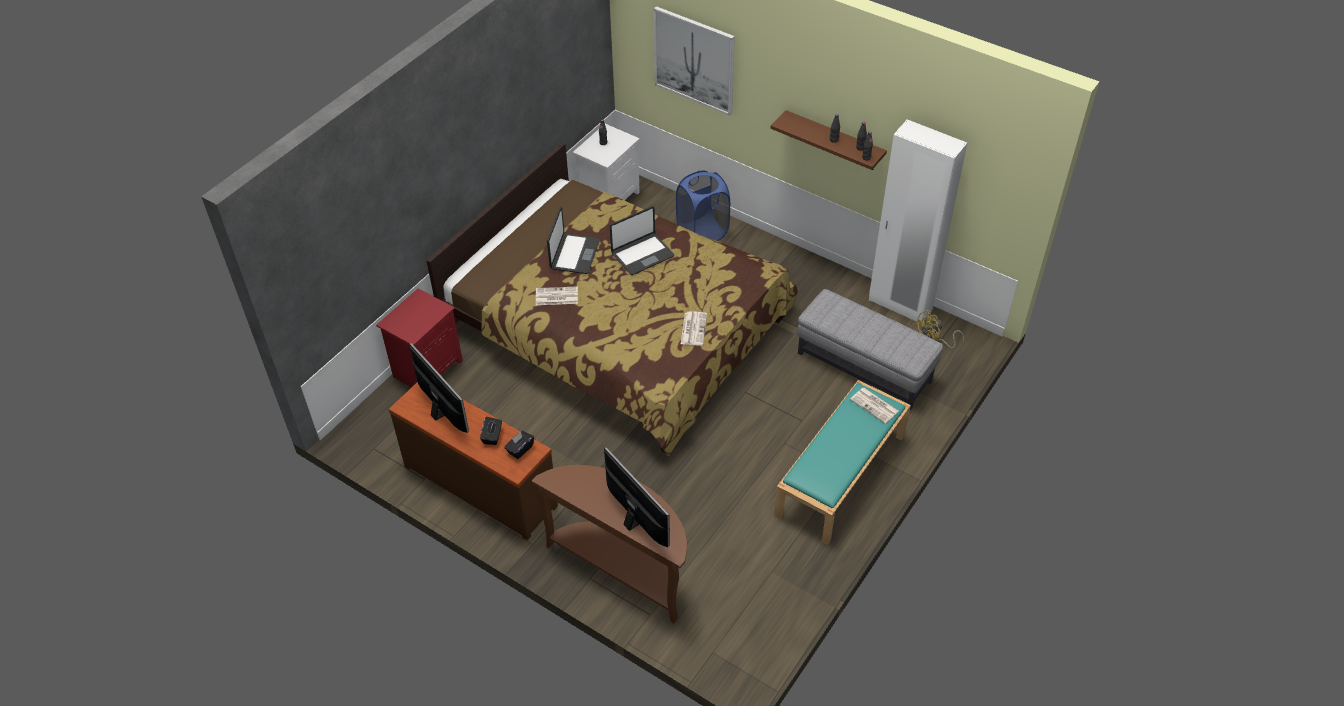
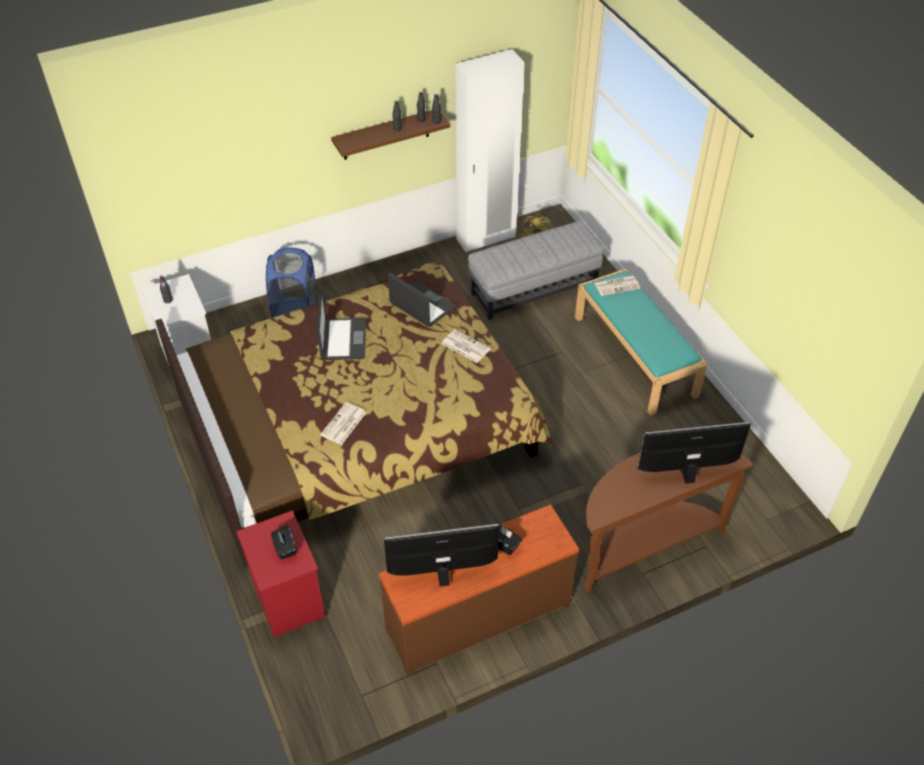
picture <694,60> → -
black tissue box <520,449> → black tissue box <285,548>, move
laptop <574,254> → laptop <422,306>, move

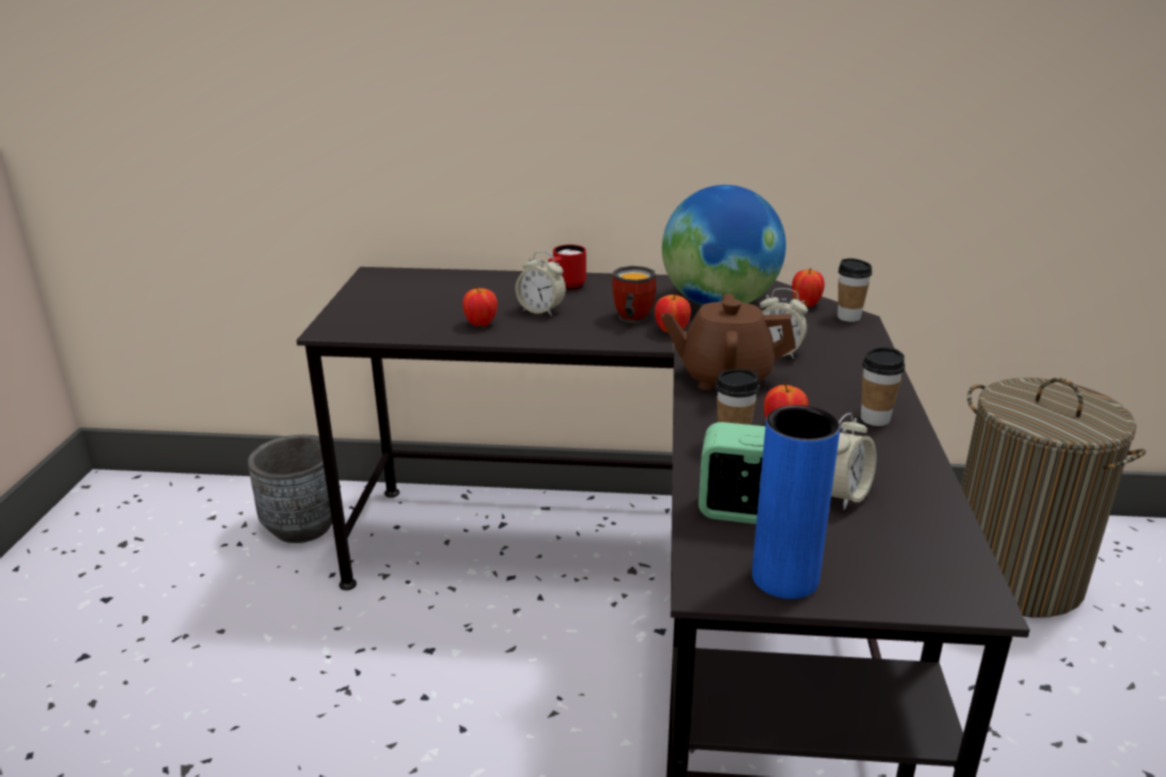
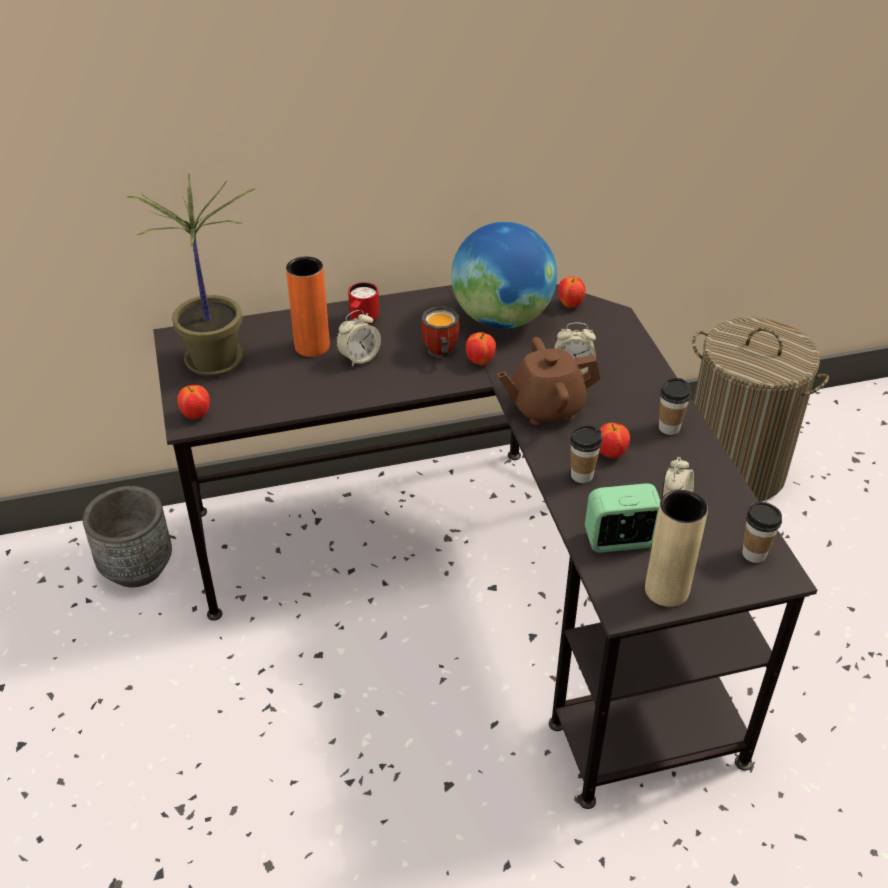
- → potted plant <213,359>
- → orange vase <312,346>
apple <481,324> → apple <196,415>, move
cup <849,317> → cup <754,554>, move
blue vase <785,578> → beige vase <666,590>
alarm clock <541,311> → alarm clock <359,358>, 45 degrees counterclockwise

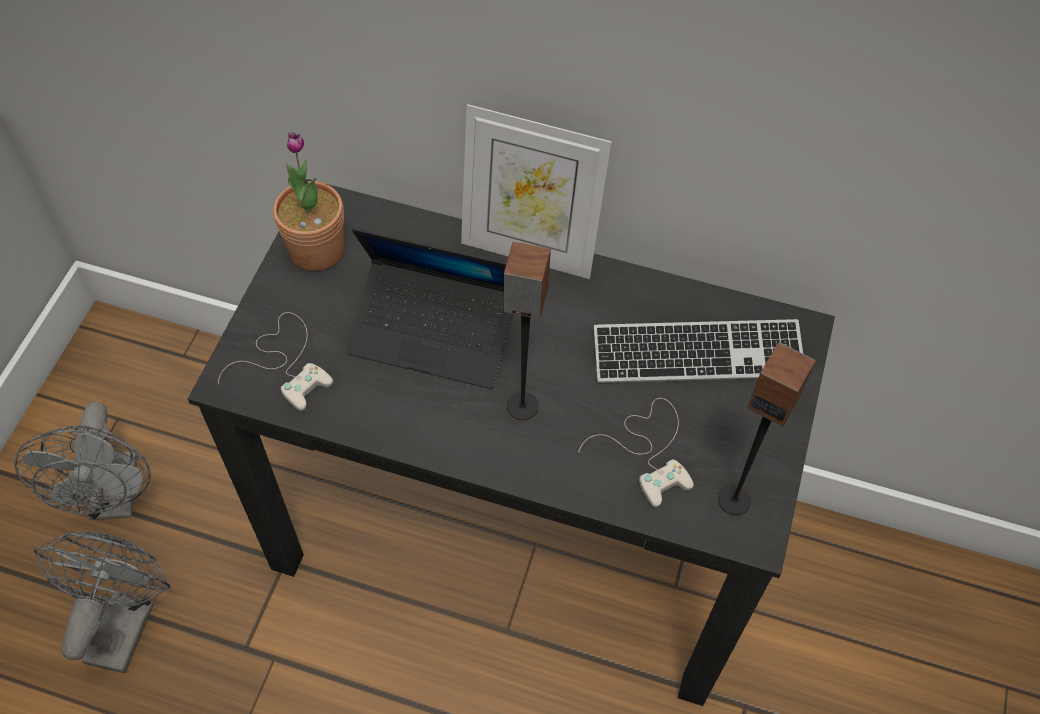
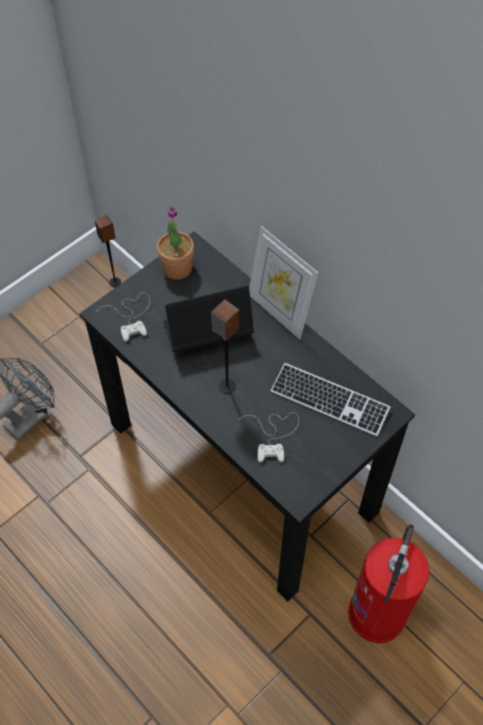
grey fan <115,499> → -
- → fire extinguisher <378,612>
speaker <734,499> → speaker <115,282>, move
laptop <434,333> → laptop <207,332>, 120 degrees clockwise

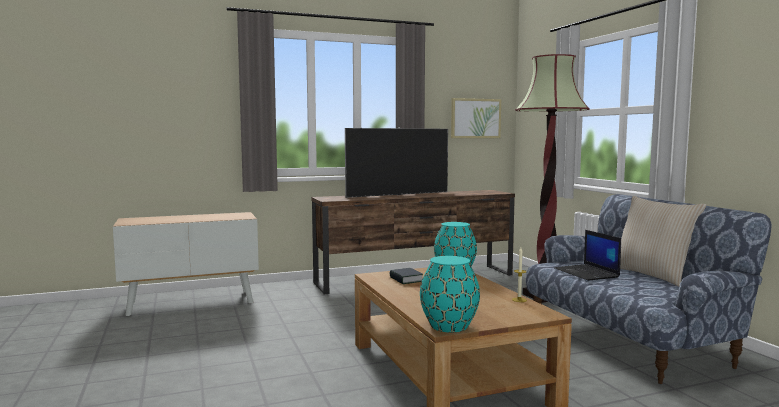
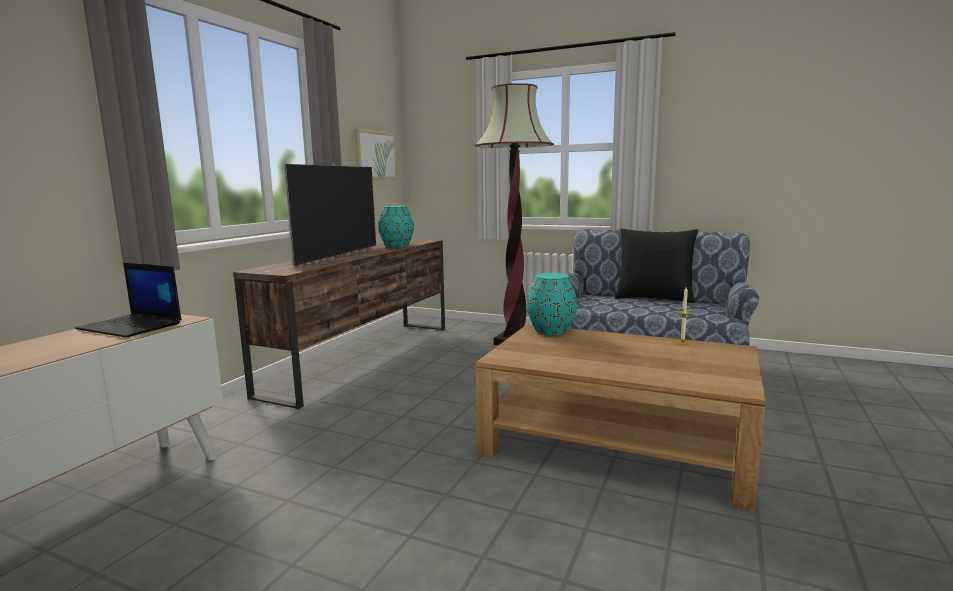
book <406,279> → -
turquoise vase <449,326> → turquoise vase <397,246>, move
laptop <587,273> → laptop <132,326>, move
beige pillow <652,275> → black pillow <654,298>

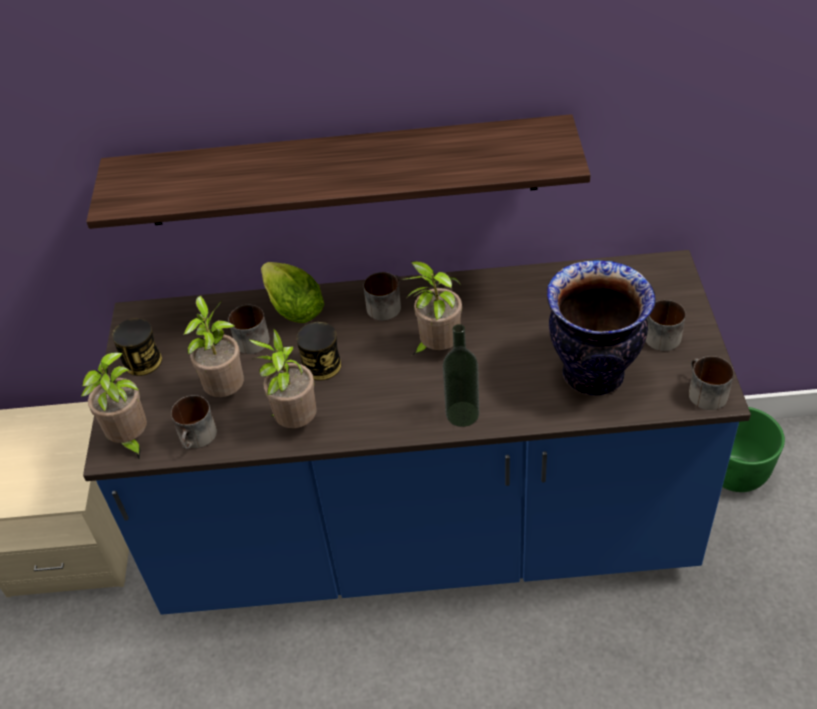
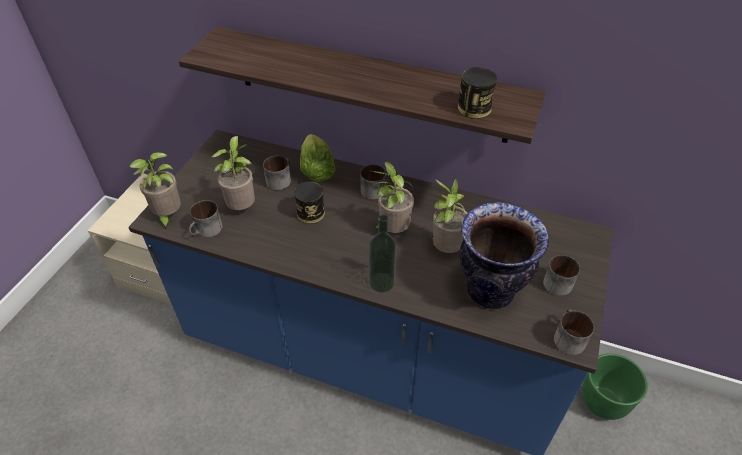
can <142,361> → can <474,108>, move
potted plant <295,422> → potted plant <445,249>, move

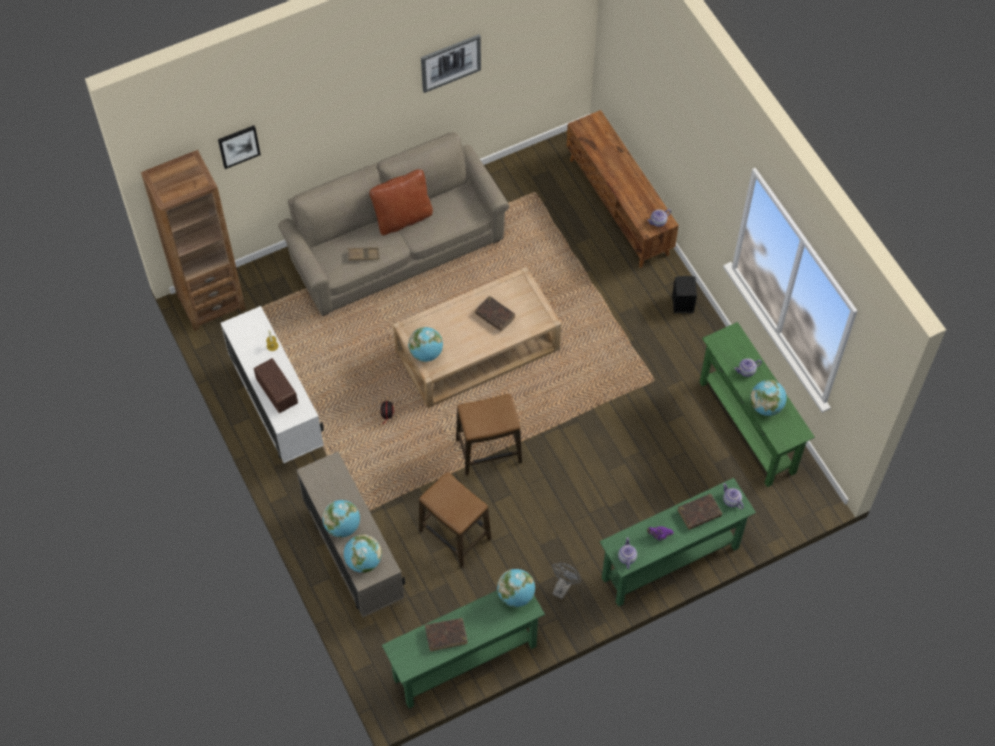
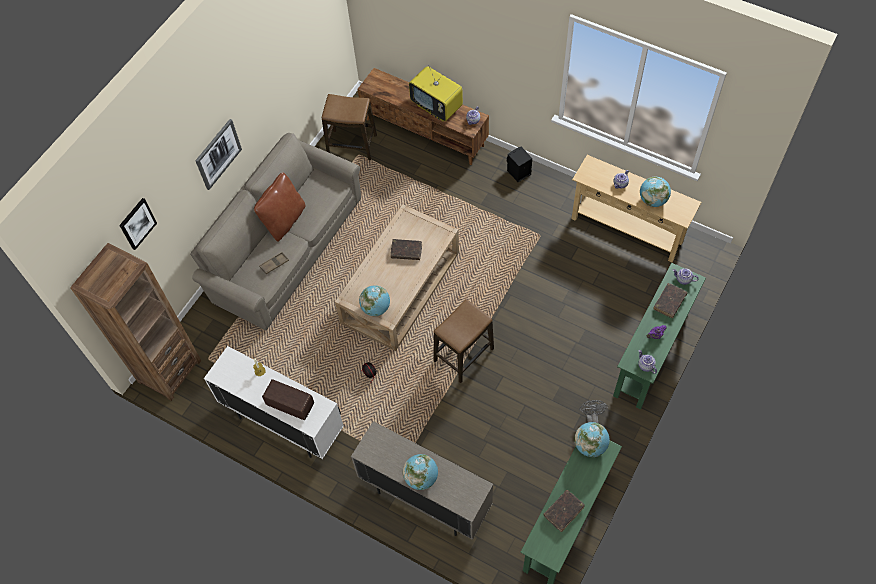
globe <363,561> → -
- → television <437,107>
stool <454,535> → stool <352,145>, move
picture <450,62> → picture <218,154>, move
green console table <747,427> → beige console table <627,230>

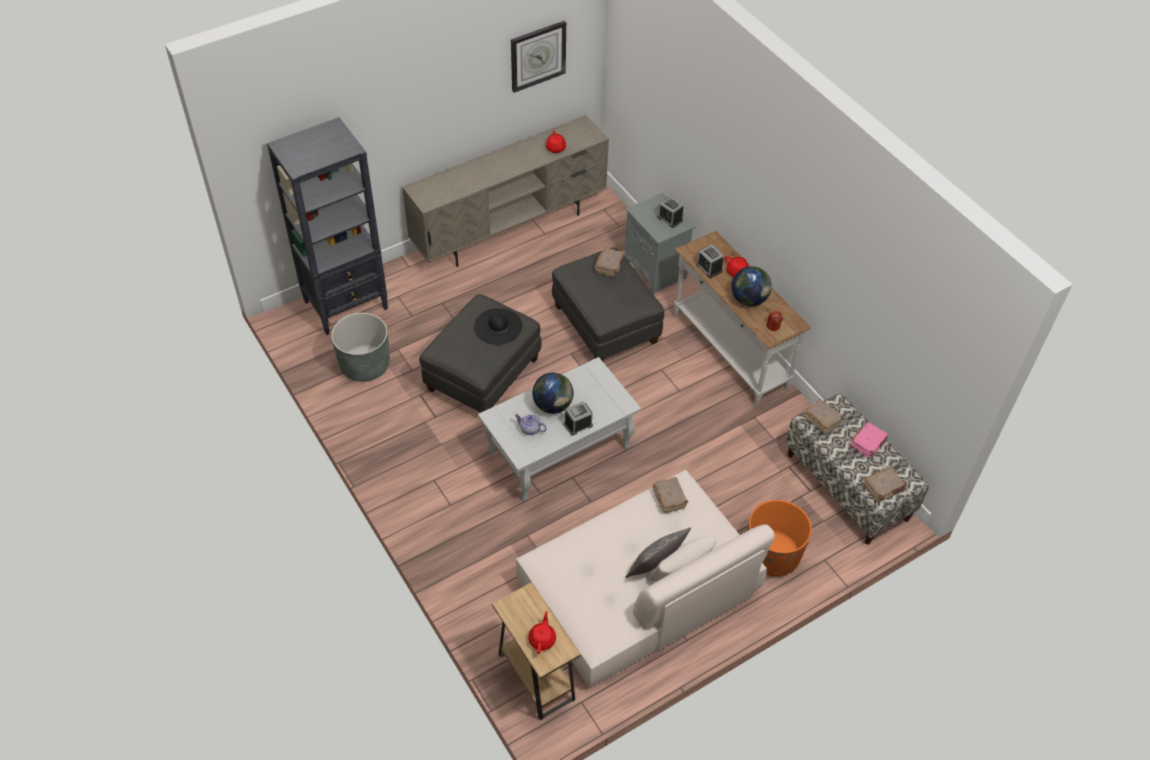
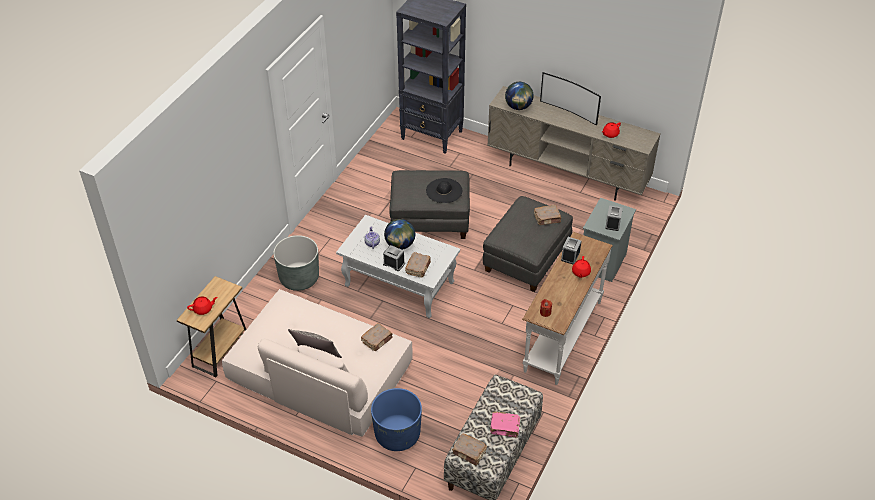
wall clock <537,56> → -
- → television <569,111>
grey planter <365,365> → grey planter <299,278>, move
globe <749,299> → globe <518,107>, move
brown book <821,420> → brown book <418,268>, move
orange planter <772,555> → blue planter <397,434>

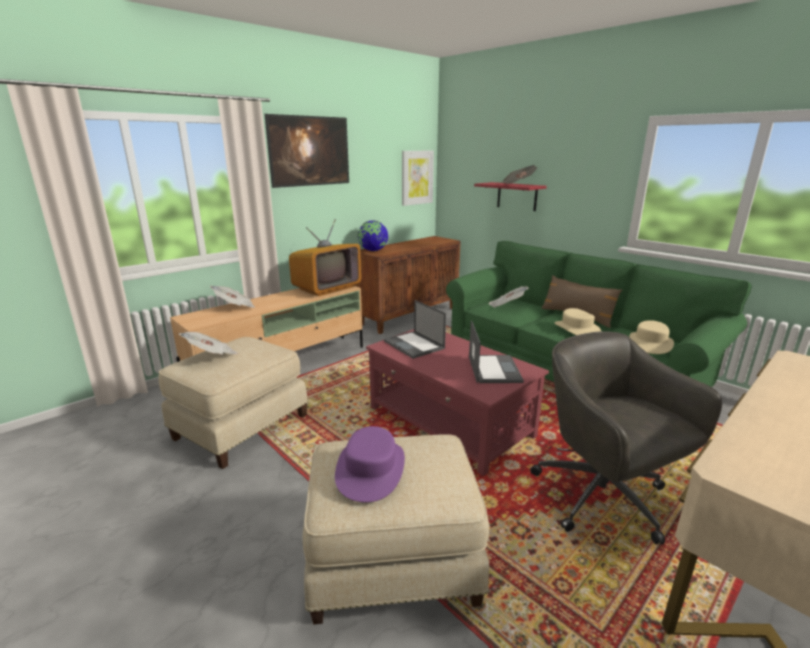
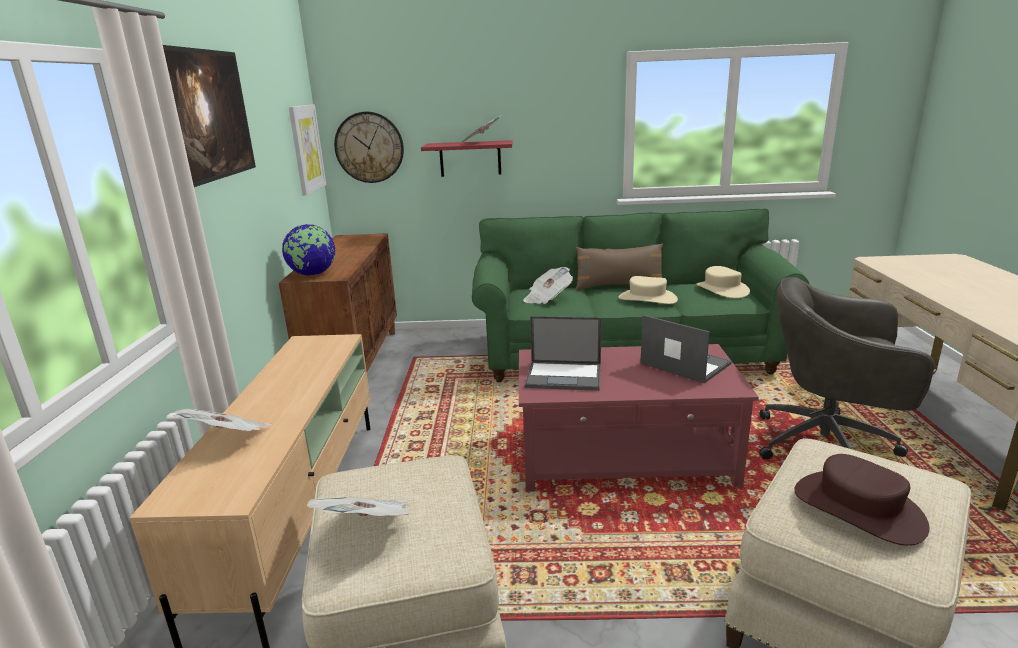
television <327,288> → -
- → wall clock <369,147>
purple hat <371,469> → brown hat <858,508>

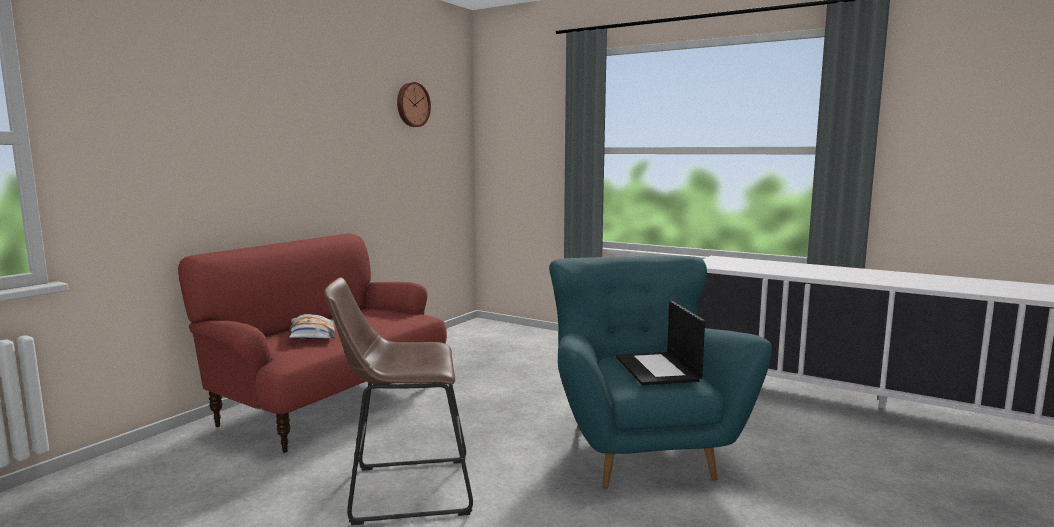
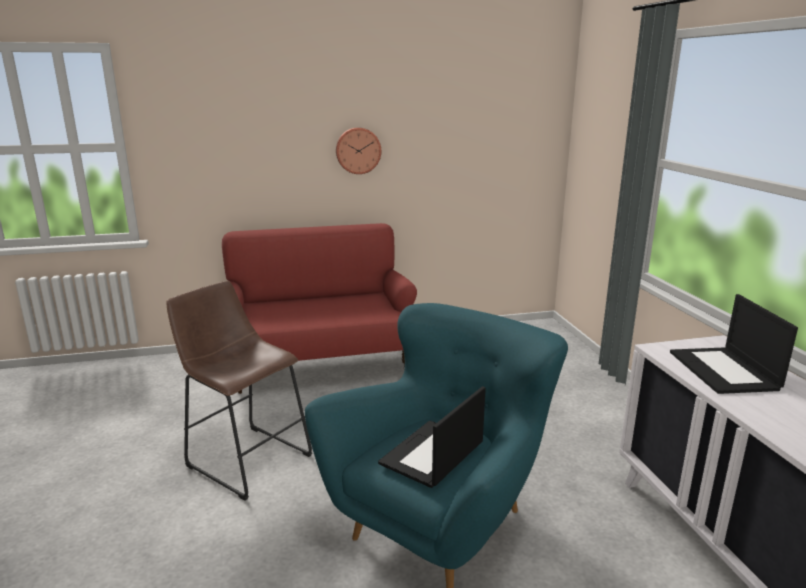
pillow <312,335> → -
- → laptop <724,371>
wall clock <412,104> → wall clock <358,150>, move

